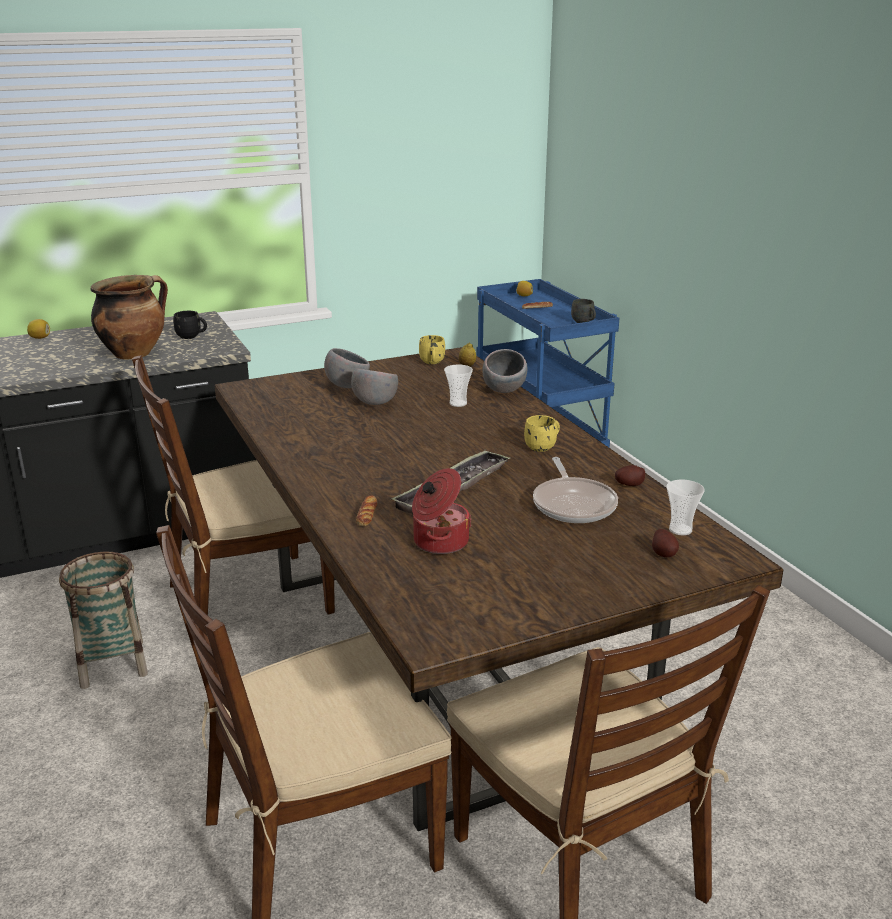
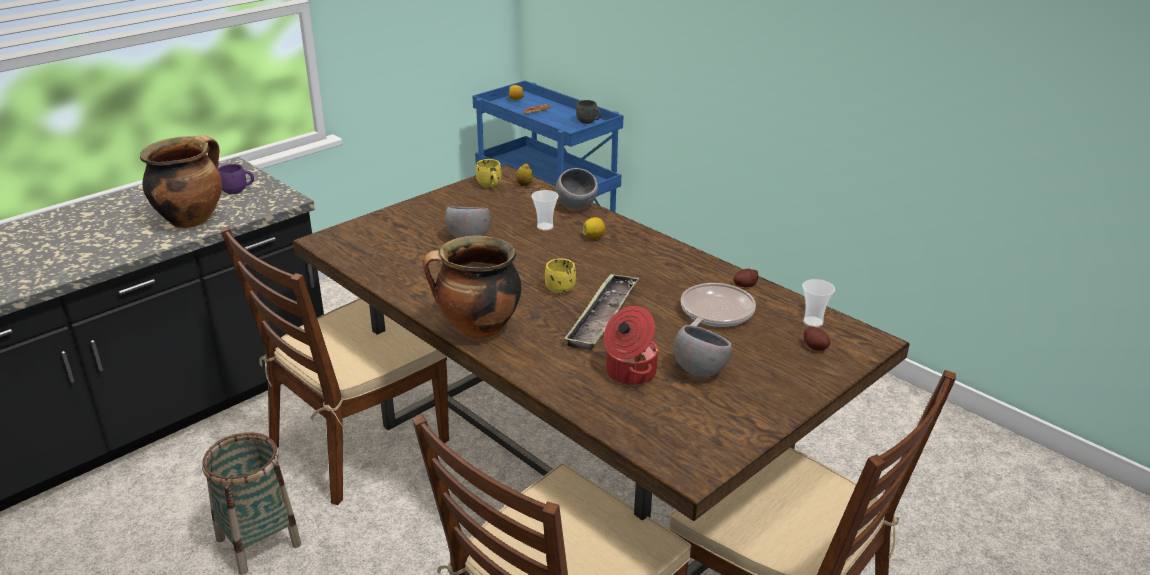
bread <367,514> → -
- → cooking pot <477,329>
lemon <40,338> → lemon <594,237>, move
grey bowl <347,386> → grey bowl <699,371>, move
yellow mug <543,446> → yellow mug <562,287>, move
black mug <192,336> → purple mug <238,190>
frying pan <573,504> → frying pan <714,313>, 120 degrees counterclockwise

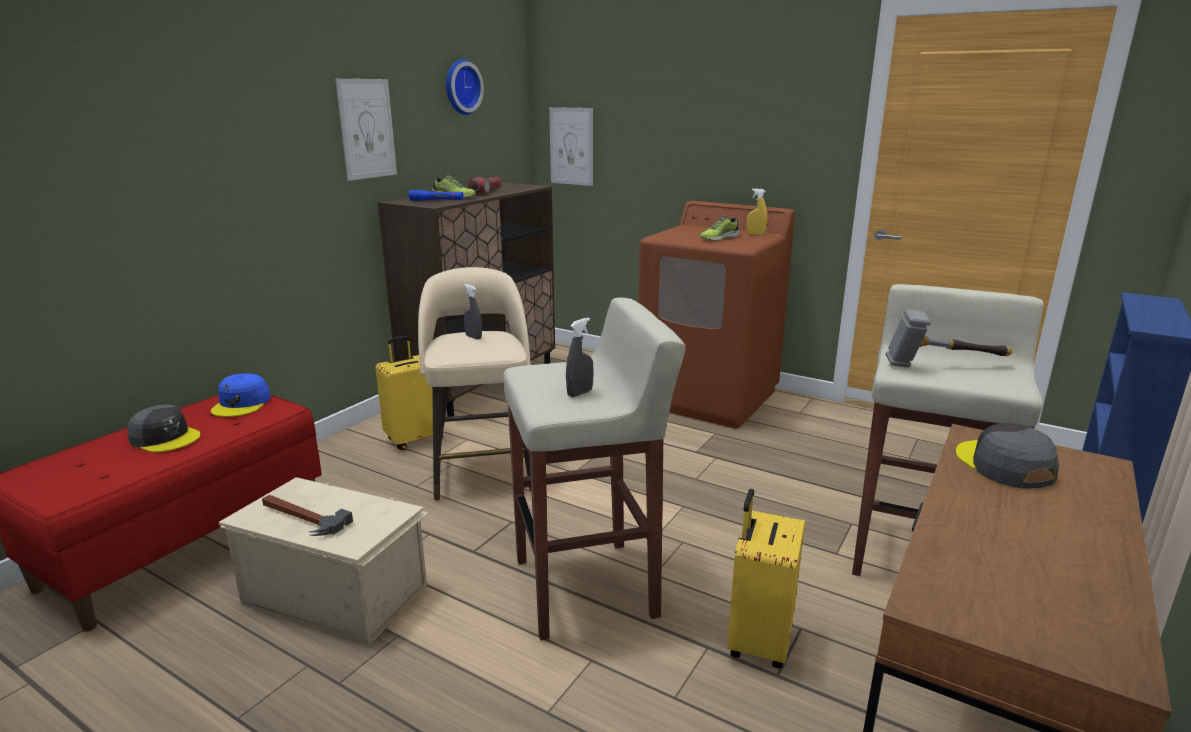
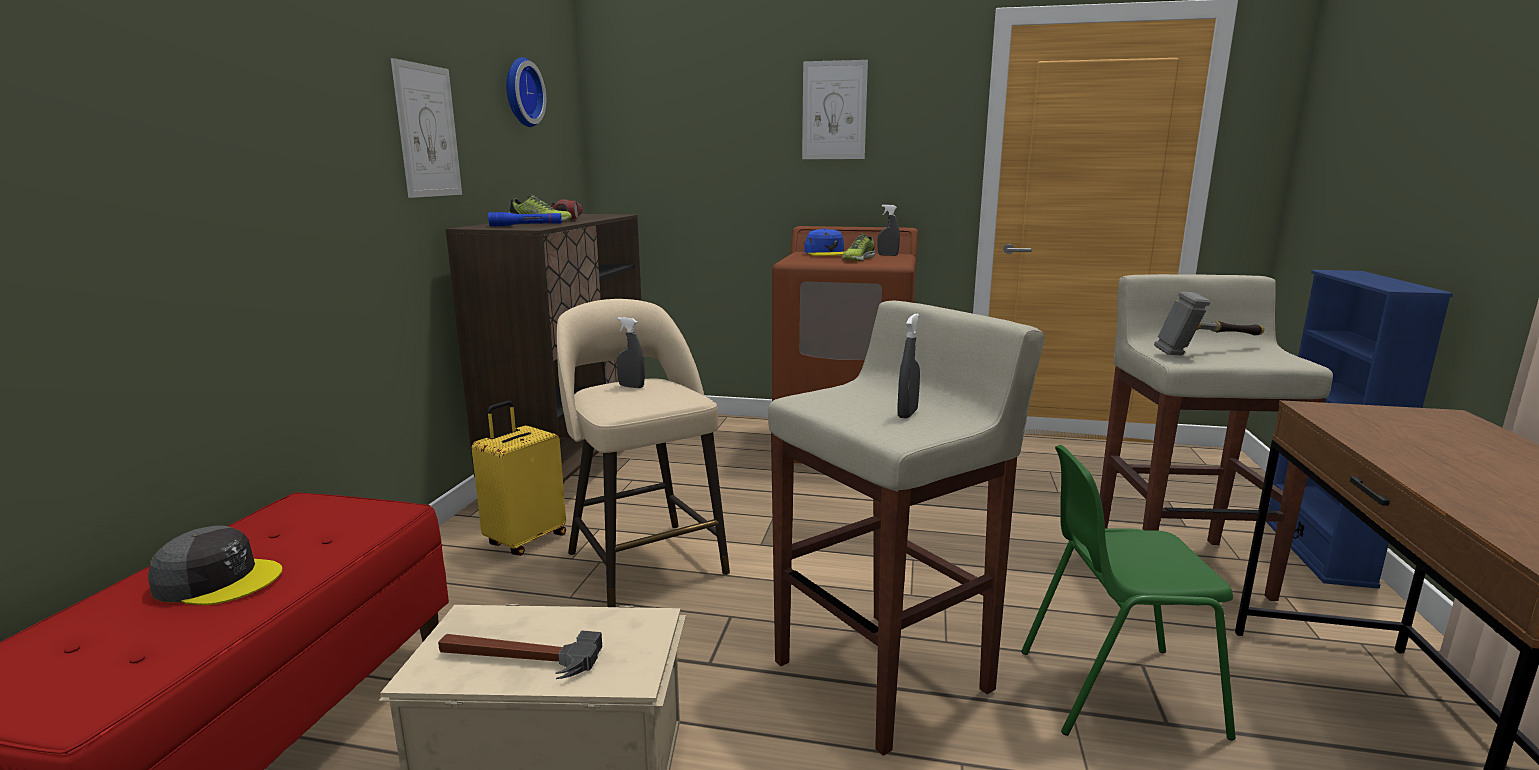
grey cap <1003,465> → -
blue cap <242,404> → blue cap <826,253>, move
picture <571,146> → picture <834,110>, move
yellow suitcase <757,641> → green chair <1115,690>
yellow spray bottle <755,234> → grey spray bottle <888,255>

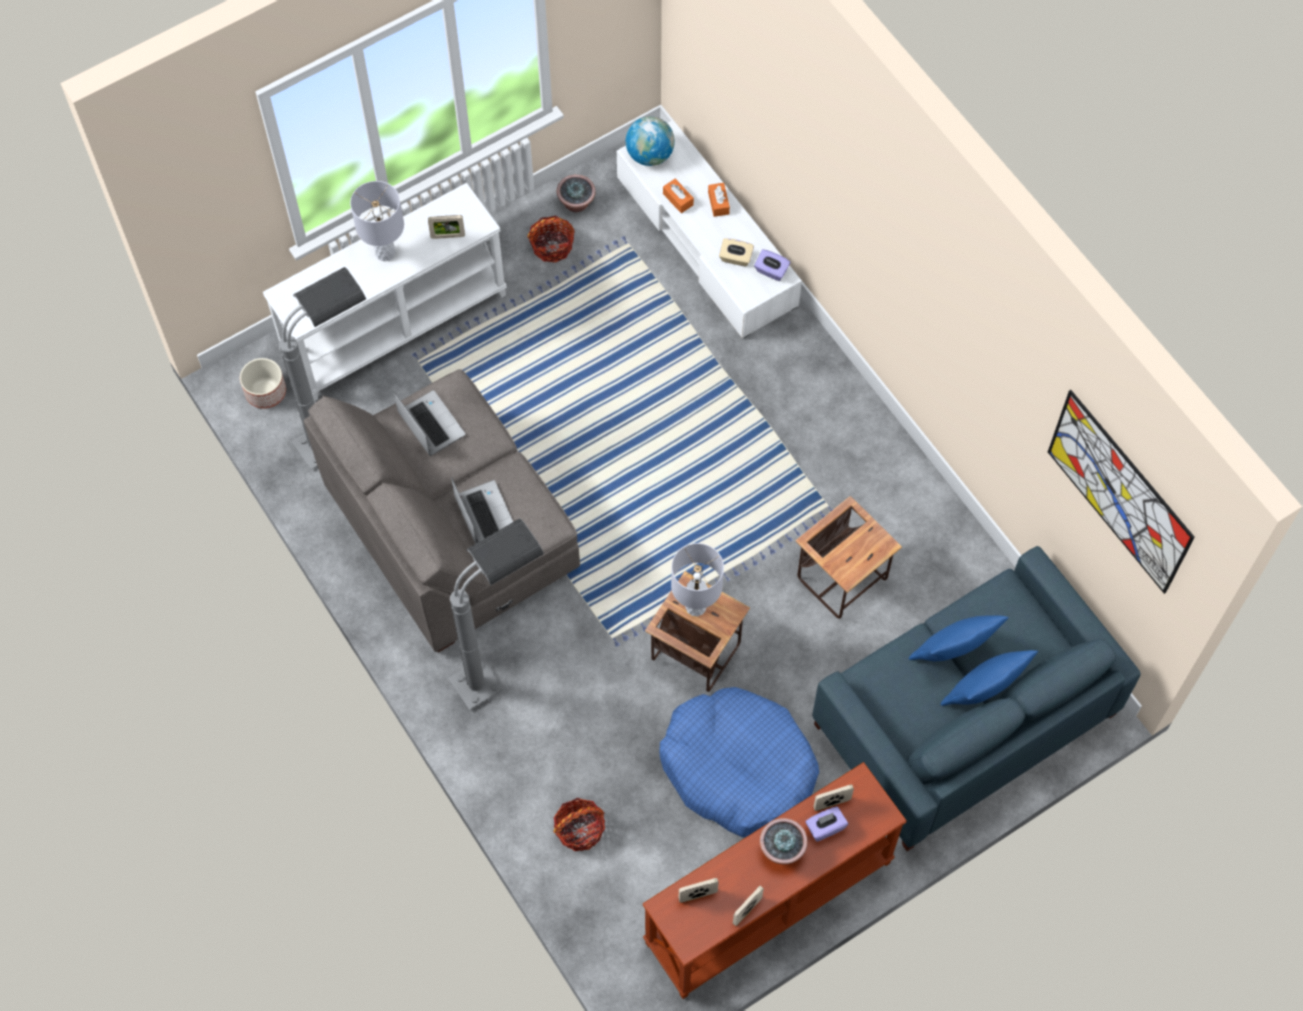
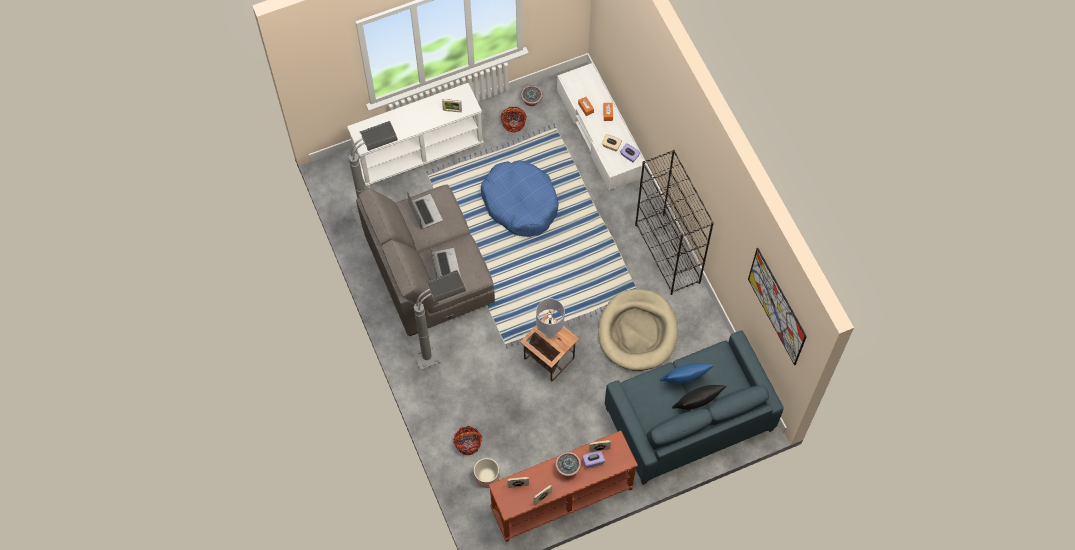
grey table lamp <385,253> → -
globe <650,155> → -
- → black bookcase <668,254>
planter <265,392> → planter <486,476>, move
blue dog bed <739,769> → blue dog bed <520,203>, move
side table <843,578> → beige dog bed <637,332>
blue pillow <983,693> → black pillow <696,405>

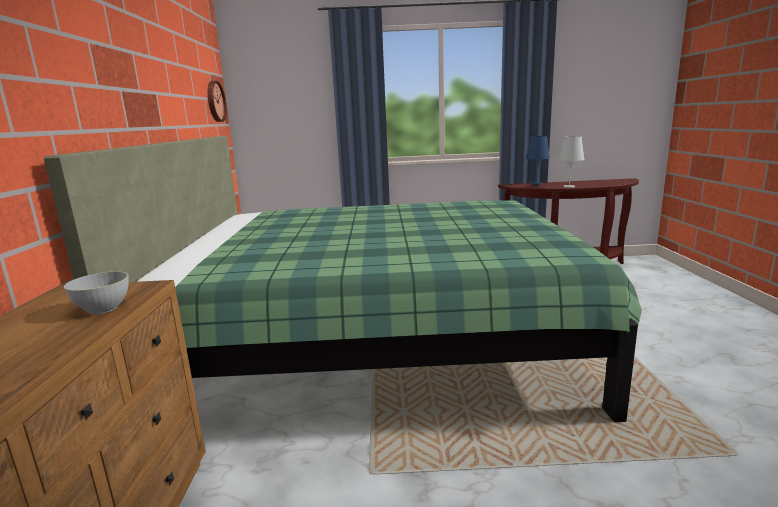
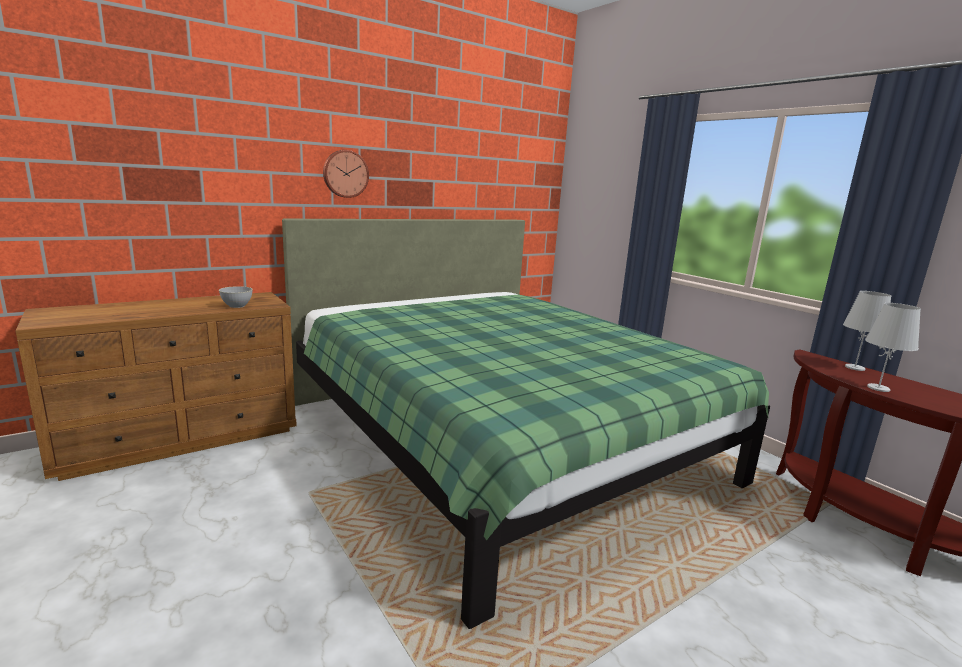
wall clock <214,101> → wall clock <345,173>, move
blue table lamp <536,183> → white table lamp <854,367>

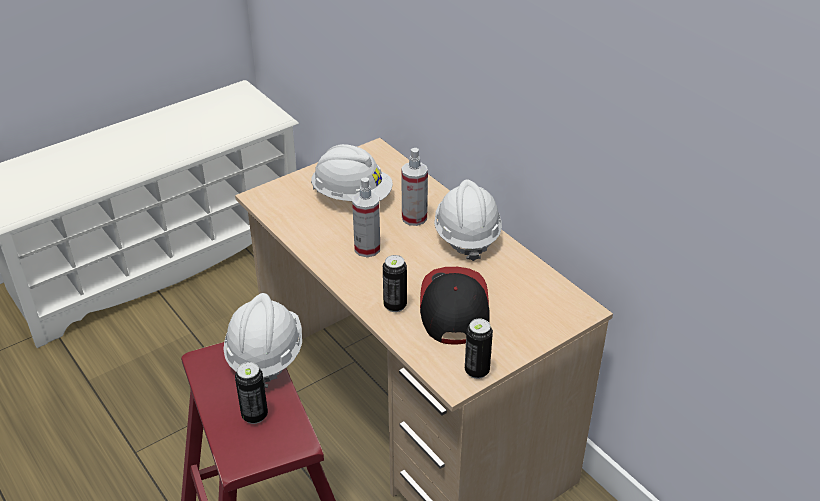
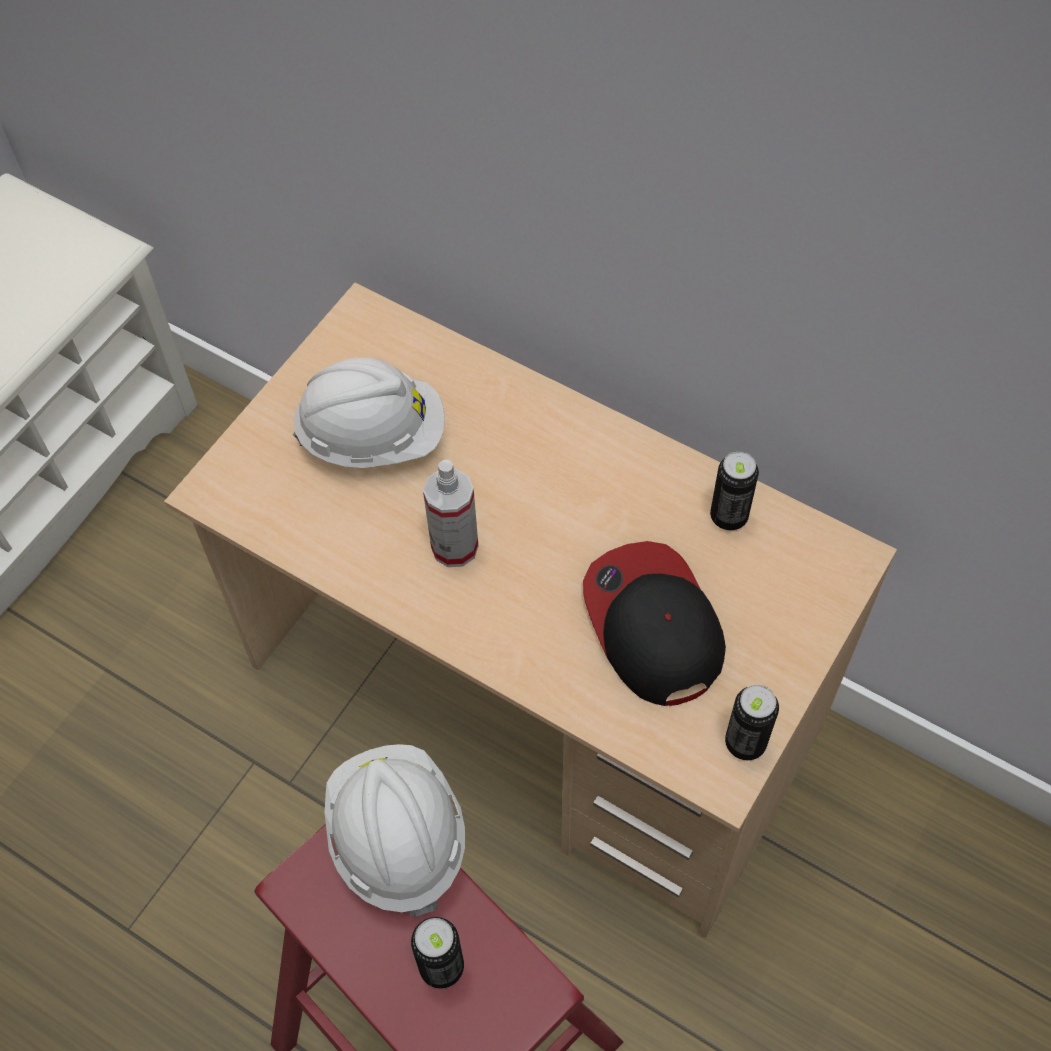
spray bottle <414,218> → -
white hard hat <466,236> → -
can <395,305> → can <728,516>, move

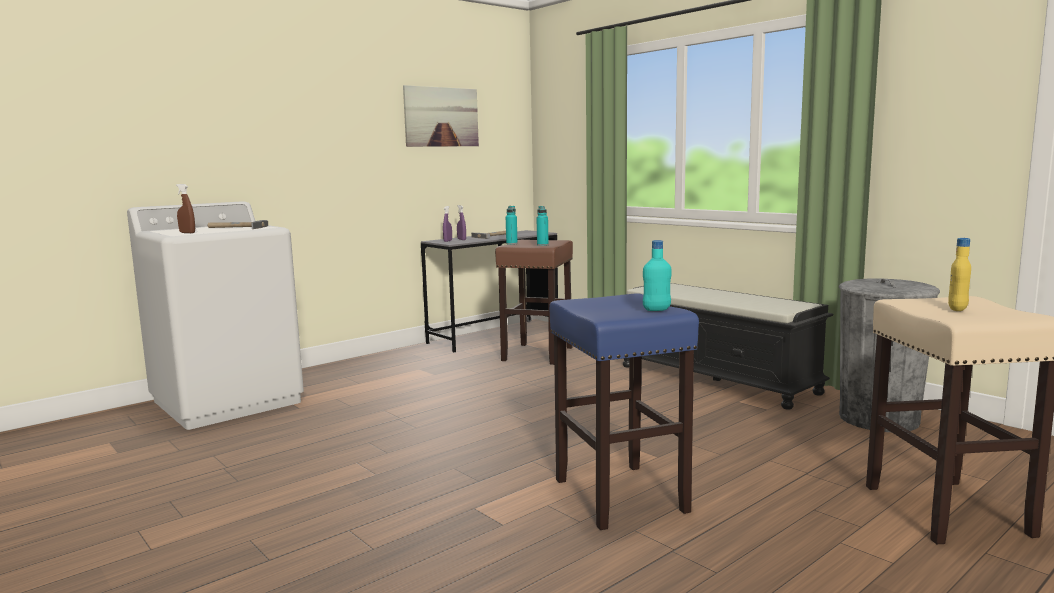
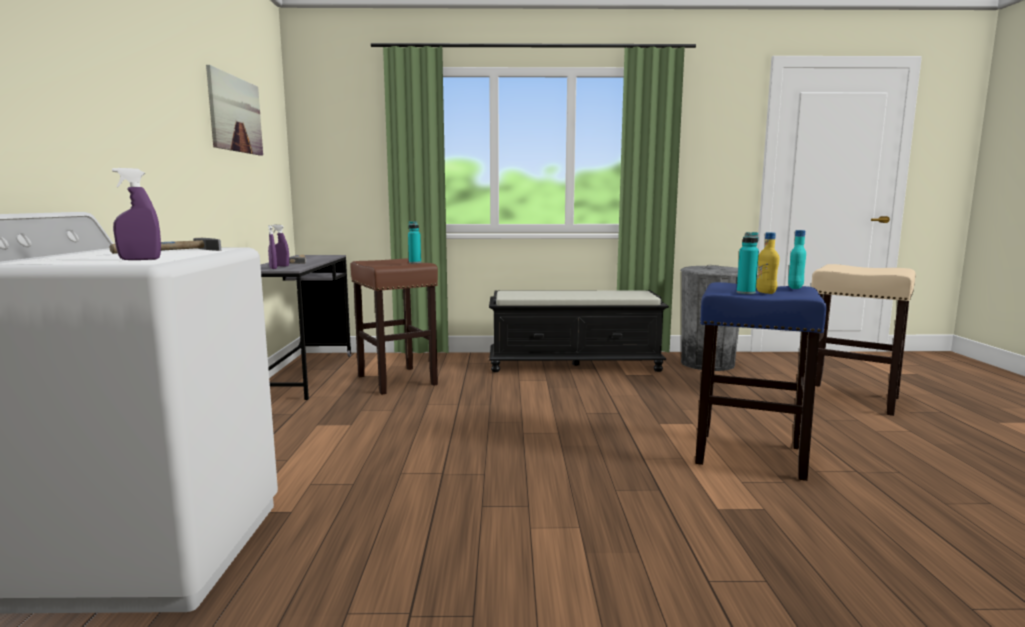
turquoise bottle <511,244> → turquoise bottle <746,293>, move
yellow bottle <957,309> → yellow bottle <766,292>, move
brown spray bottle <187,233> → purple spray bottle <140,259>

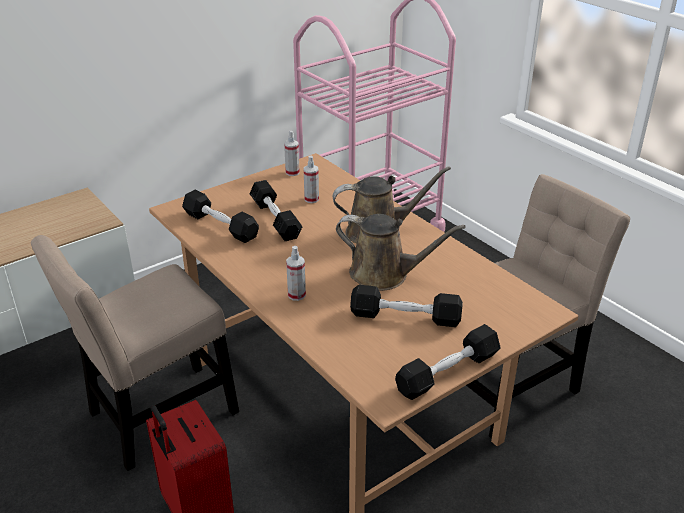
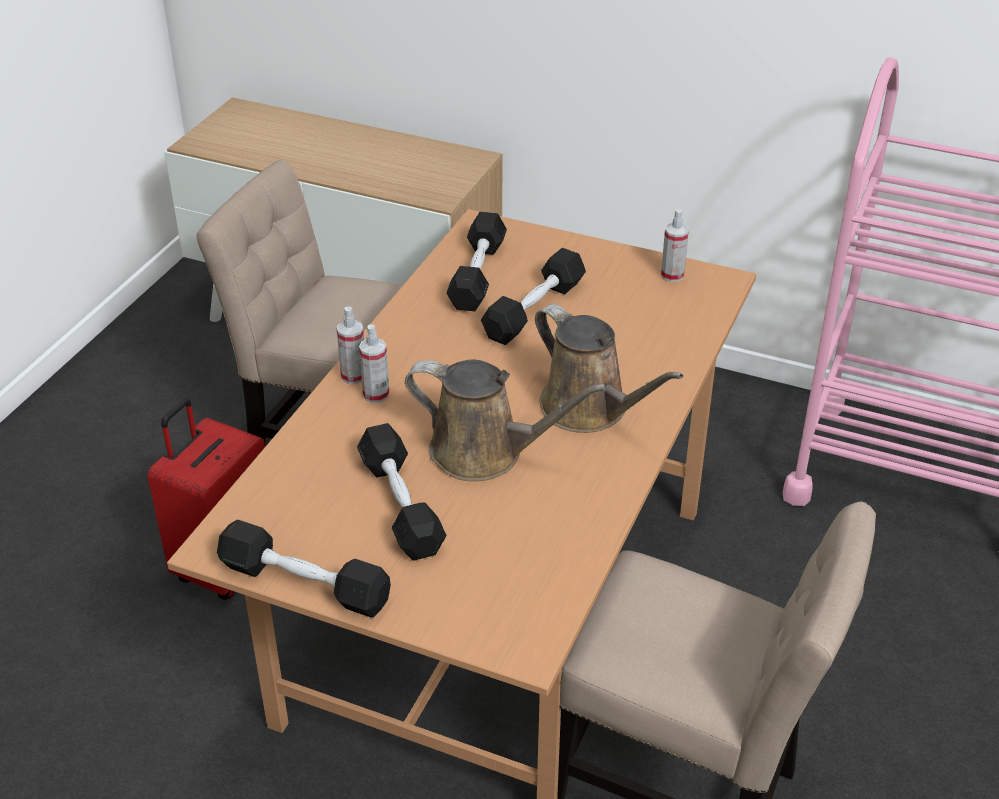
spray bottle <311,199> → spray bottle <354,376>, move
brown watering can <385,275> → brown watering can <485,453>, 60 degrees counterclockwise

